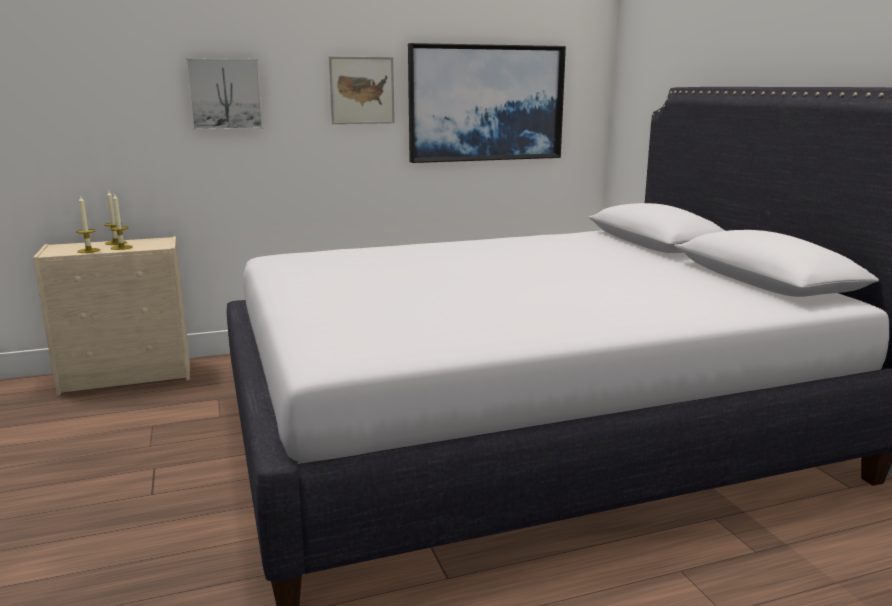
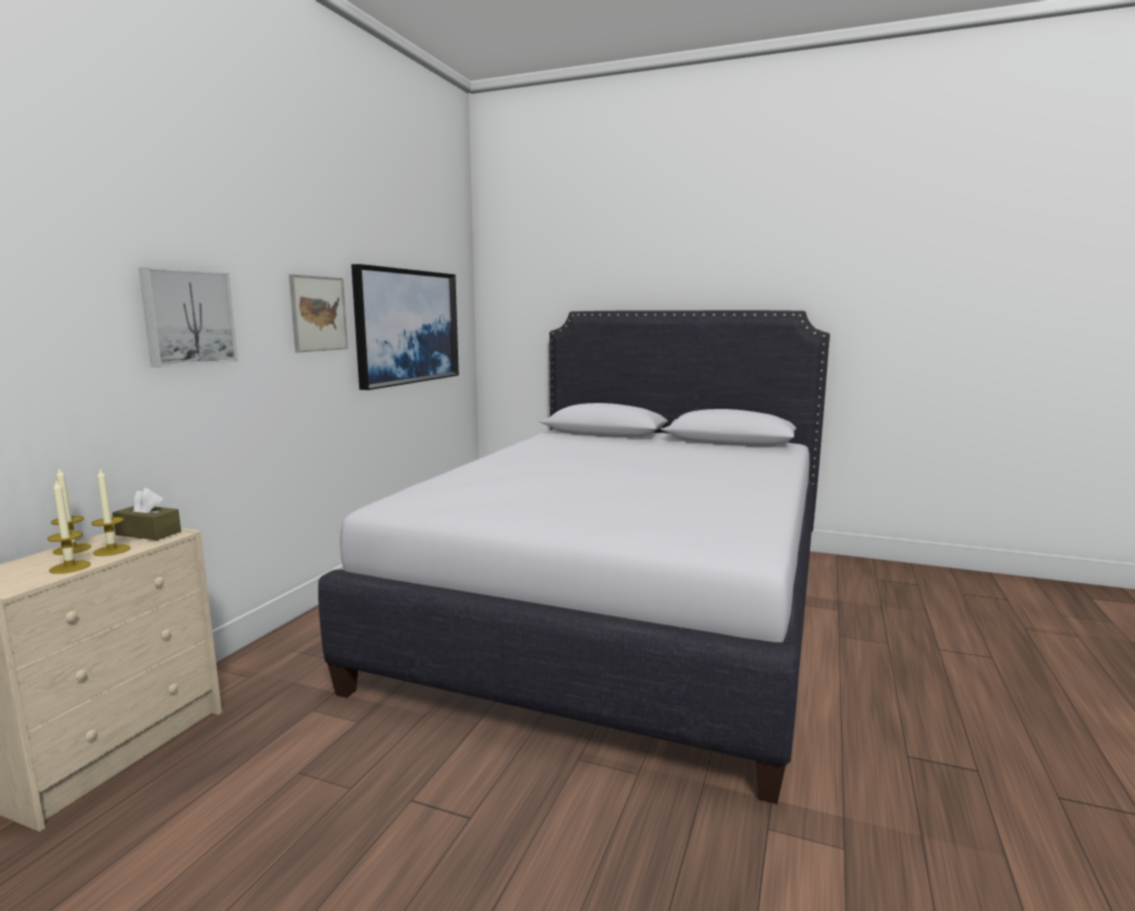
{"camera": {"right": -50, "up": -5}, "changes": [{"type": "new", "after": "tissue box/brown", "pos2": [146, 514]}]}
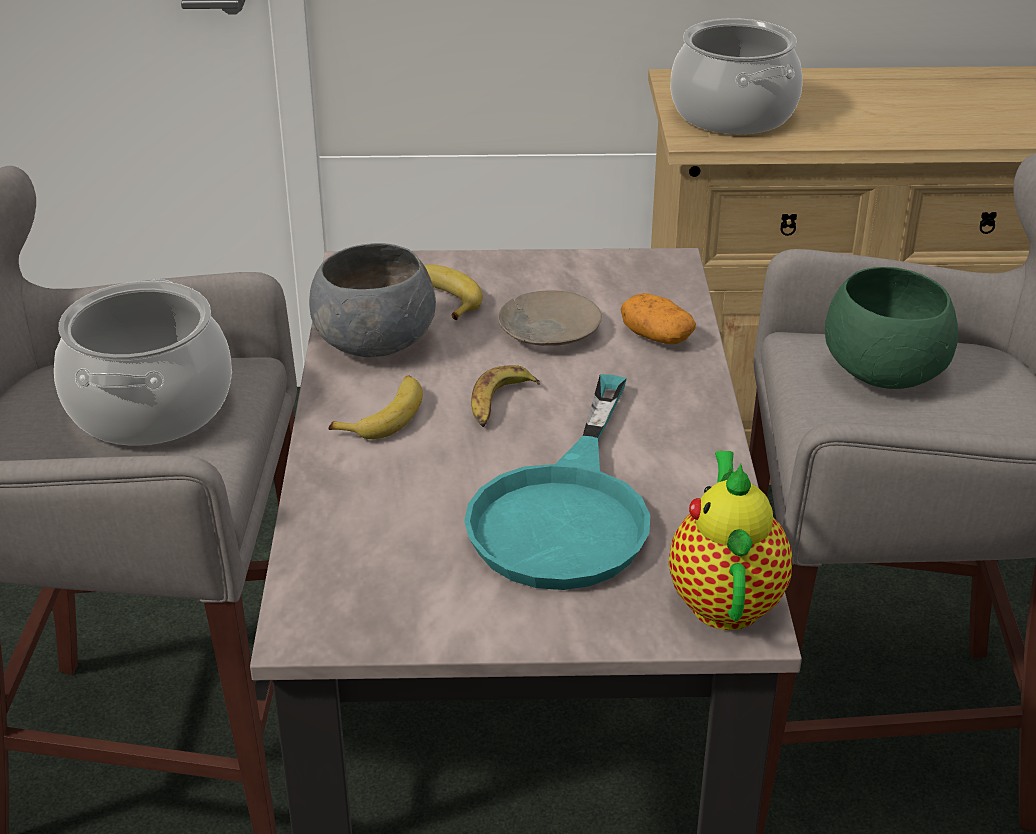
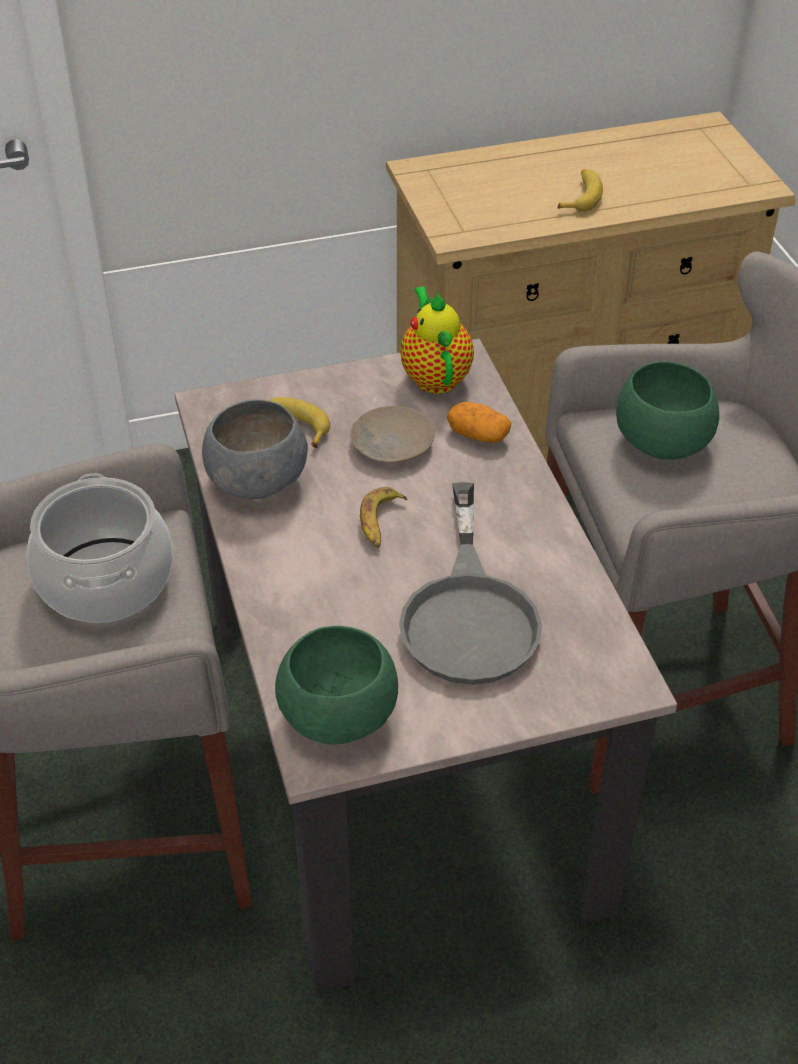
{"camera": {"right": -15, "up": 10}, "changes": [{"type": "gone", "before": "cooking pot", "pos1": [737, 76]}, {"type": "repainted", "before": "frying pan/turquoise", "after": "frying pan/grey", "pos1": [557, 482], "pos2": [470, 583]}, {"type": "shifted", "before": "banana", "pos1": [375, 407], "pos2": [580, 190]}, {"type": "shifted", "before": "teapot", "pos1": [730, 540], "pos2": [437, 340]}, {"type": "new", "after": "bowl/green", "pos2": [336, 685]}]}
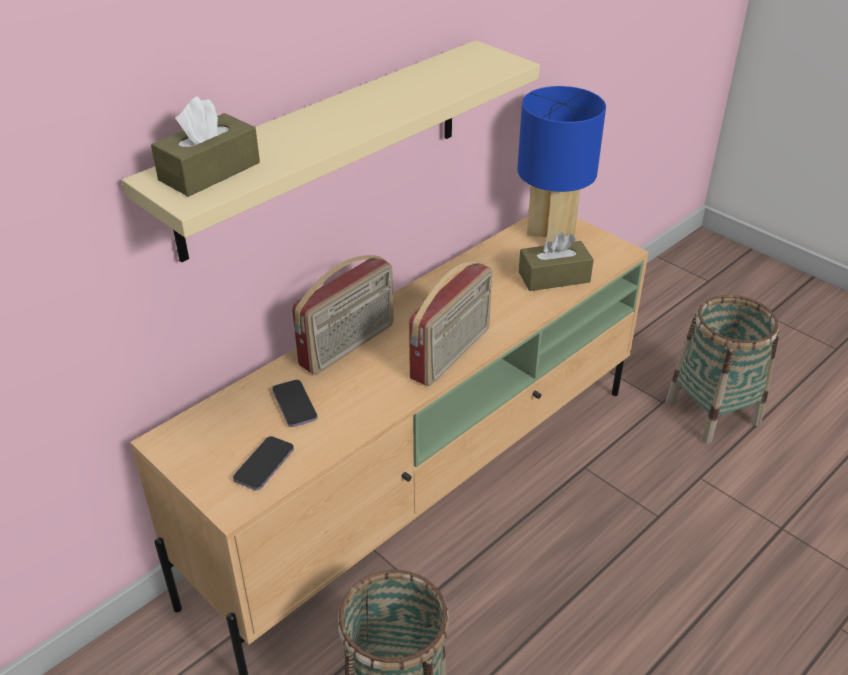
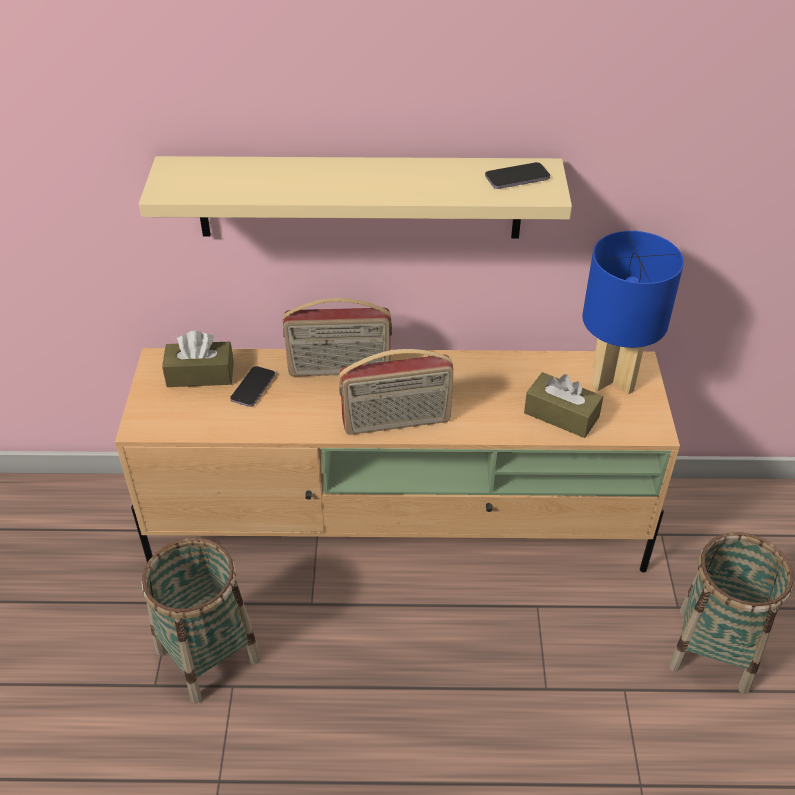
{"camera": {"right": 45, "up": 5}, "changes": [{"type": "shifted", "before": "tissue box/brown", "pos1": [205, 146], "pos2": [198, 359]}, {"type": "shifted", "before": "phone", "pos1": [263, 463], "pos2": [517, 175]}]}
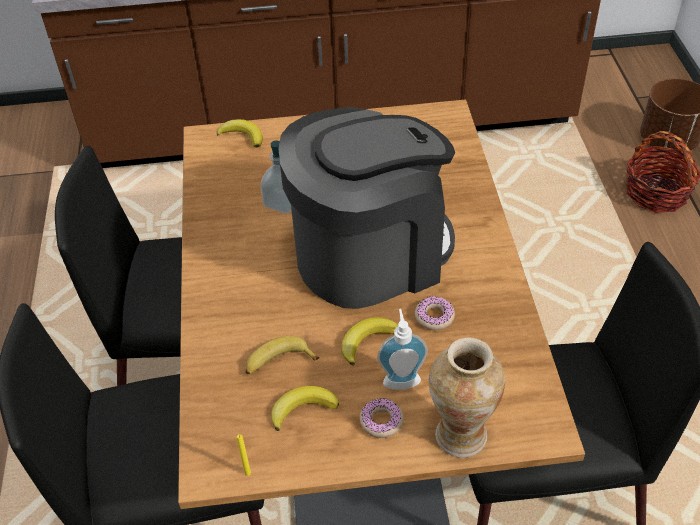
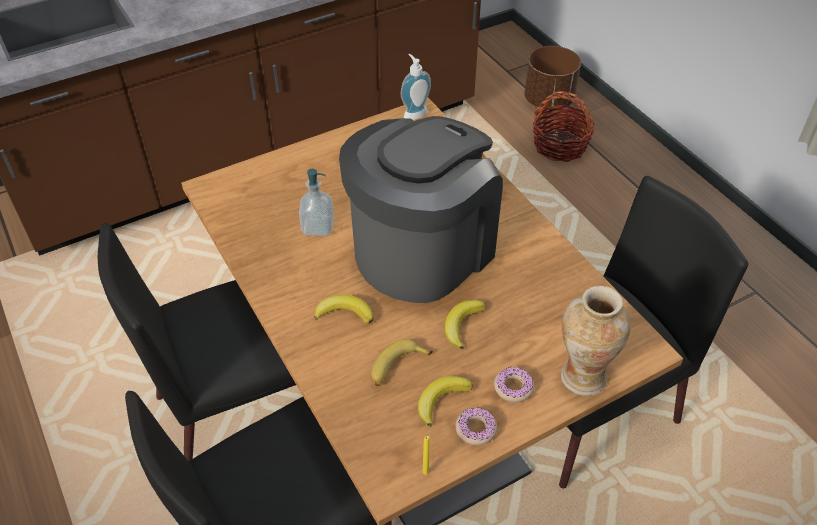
{"camera": {"right": -25, "up": 0}, "changes": [{"type": "shifted", "before": "banana", "pos1": [240, 133], "pos2": [344, 309]}, {"type": "shifted", "before": "donut", "pos1": [435, 313], "pos2": [476, 426]}, {"type": "shifted", "before": "soap dispenser", "pos1": [402, 349], "pos2": [416, 87]}]}
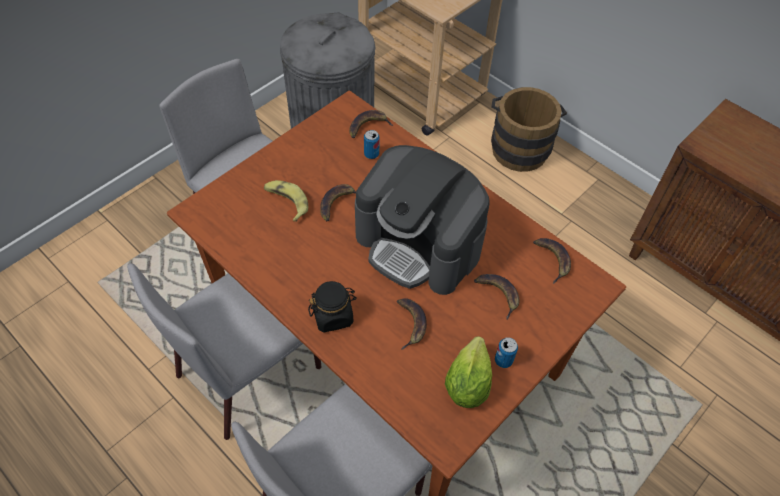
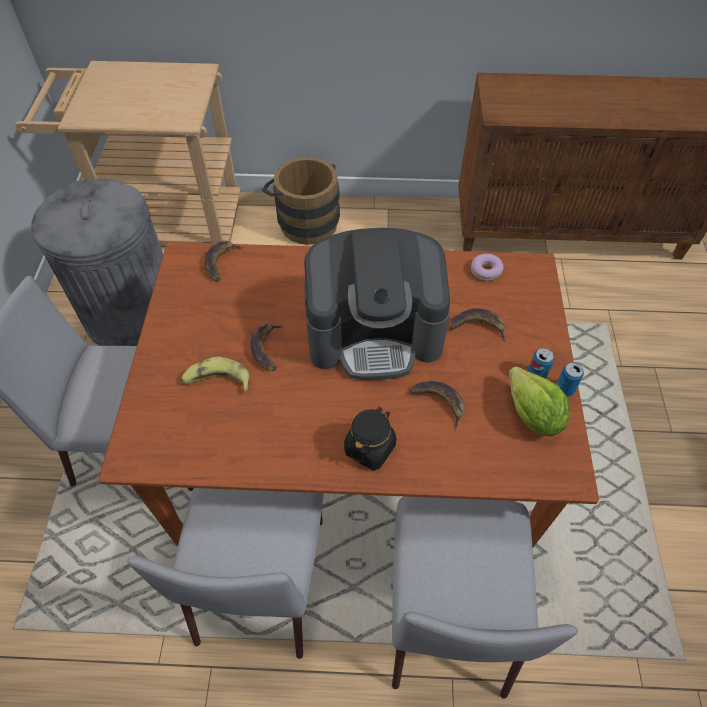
{"camera": {"right": -40, "up": 0}, "changes": [{"type": "shifted", "before": "can", "pos1": [372, 144], "pos2": [570, 379]}, {"type": "swapped", "before": "banana", "after": "donut", "pos1": [552, 261], "pos2": [487, 267]}]}
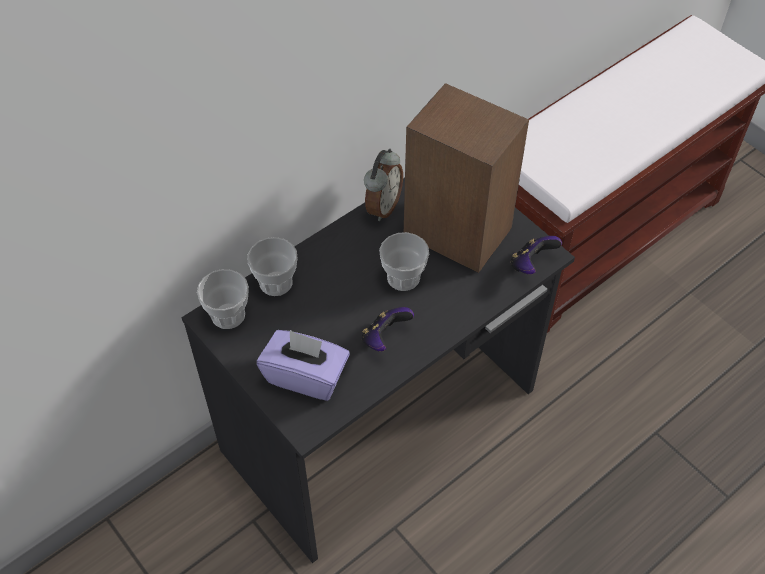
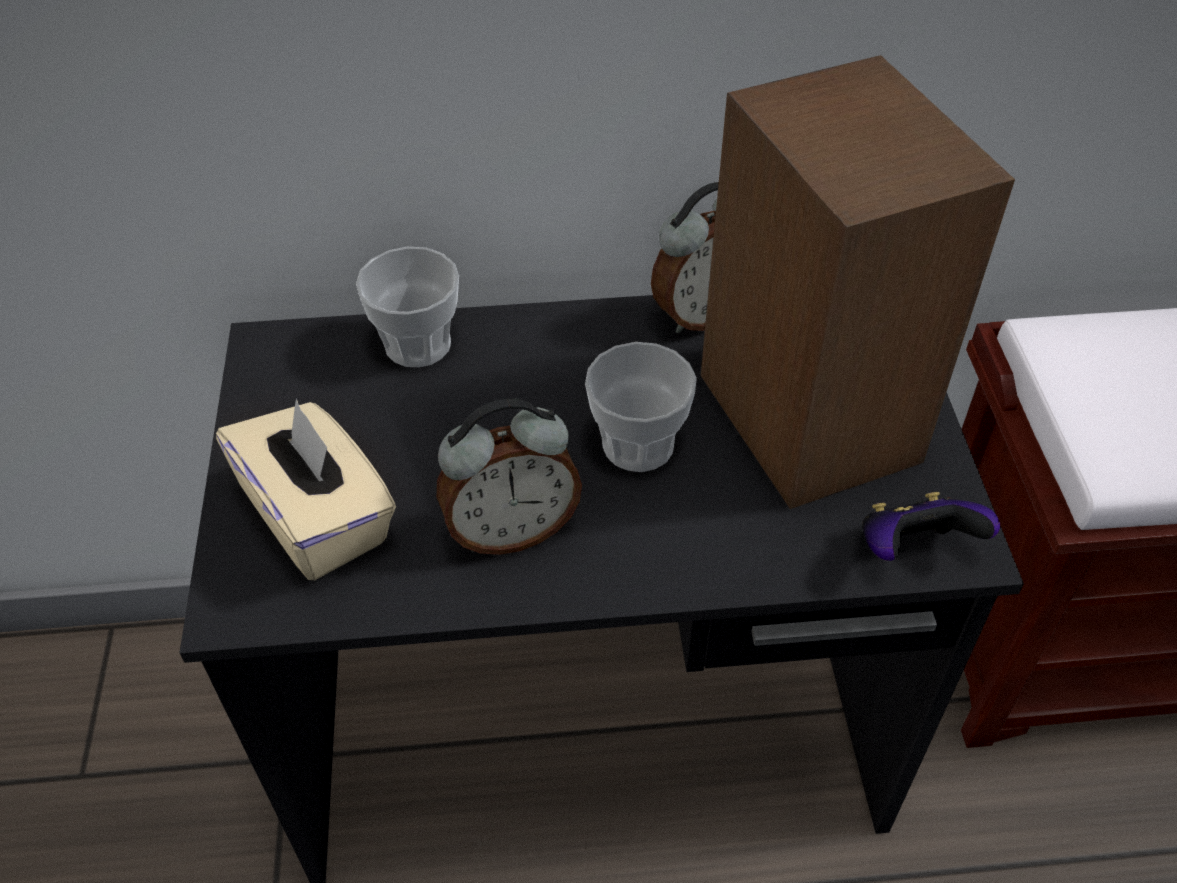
{"camera": {"right": 35, "up": -5}, "changes": [{"type": "gone", "before": "cup", "pos1": [223, 299]}, {"type": "swapped", "before": "game controller", "after": "alarm clock", "pos1": [388, 329], "pos2": [509, 477]}, {"type": "repainted", "before": "tissue box/purple", "after": "tissue box/beige", "pos1": [303, 365], "pos2": [306, 489]}]}
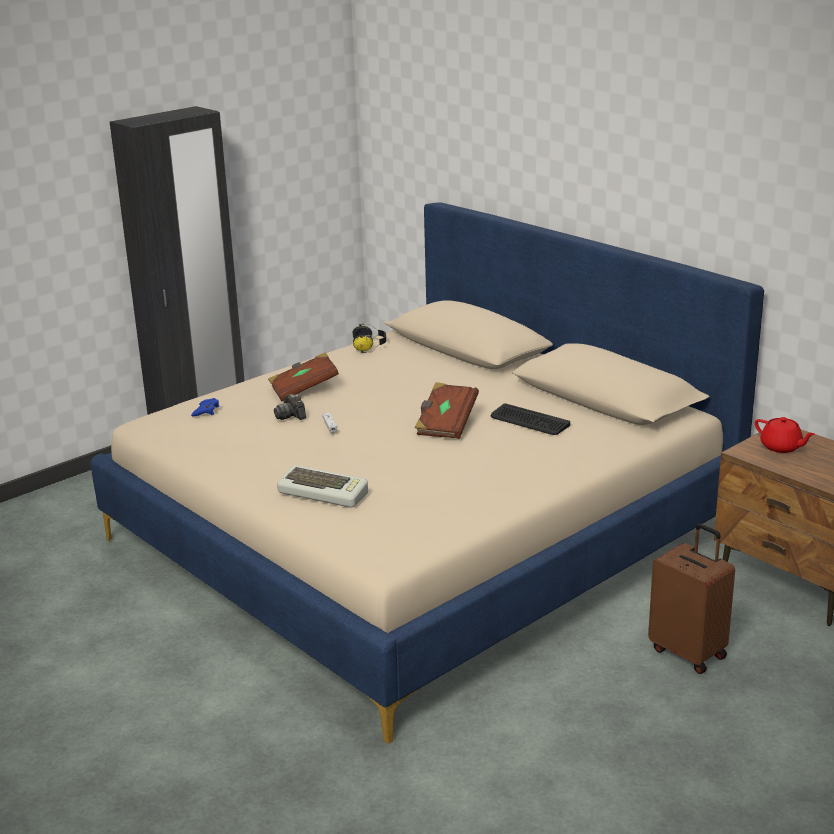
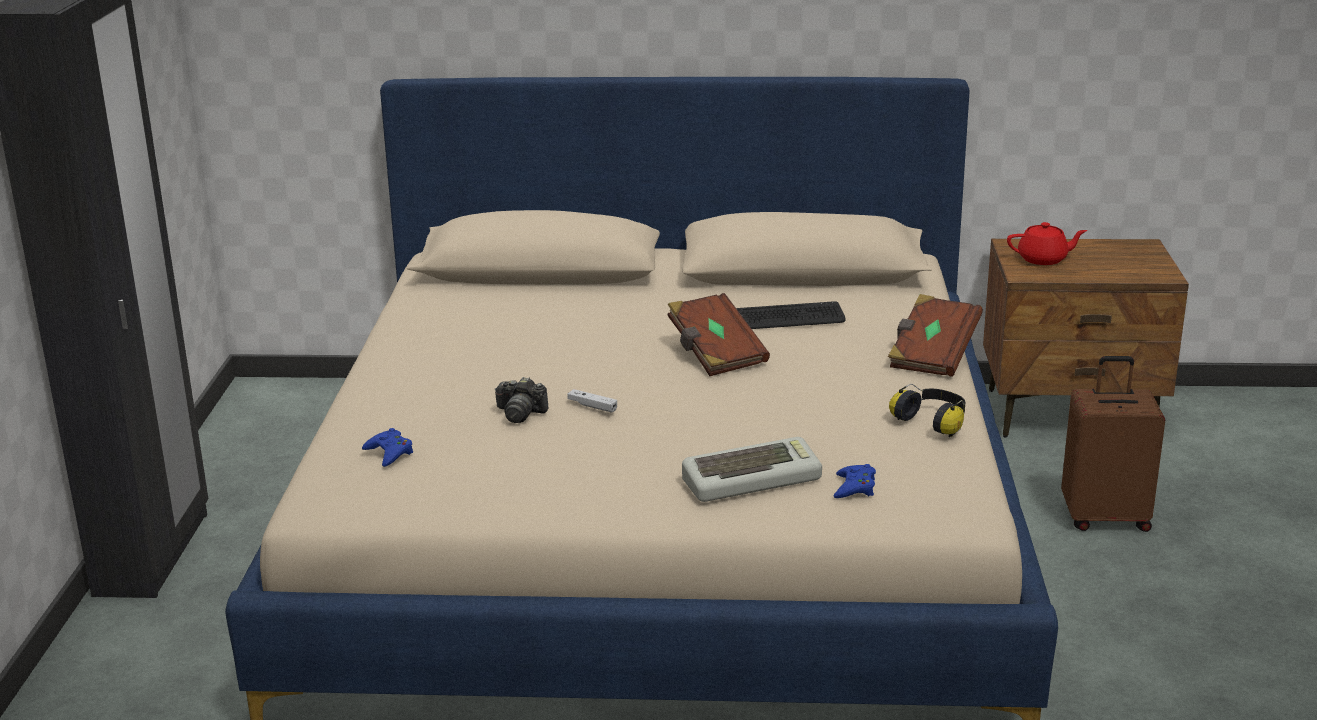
{"camera": {"right": -45, "up": 0}, "changes": [{"type": "shifted", "before": "headphones", "pos1": [369, 338], "pos2": [927, 410]}, {"type": "shifted", "before": "book/brown", "pos1": [303, 376], "pos2": [935, 335]}, {"type": "new", "after": "game controller/blue", "pos2": [854, 481]}]}
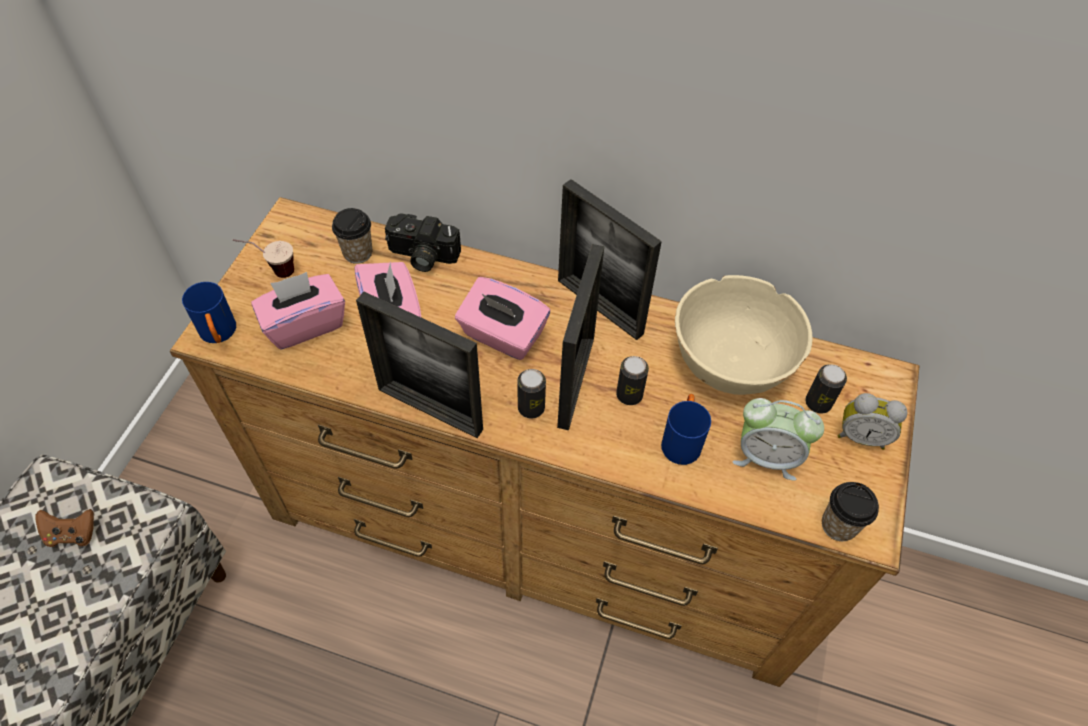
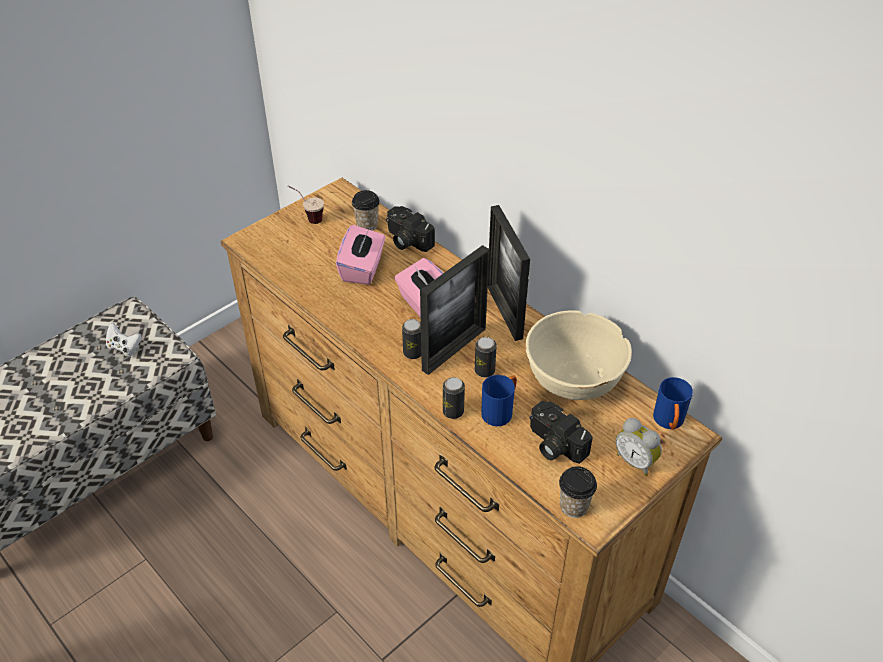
{"camera": {"right": 30, "up": -10}, "changes": [{"type": "gone", "before": "tissue box/pink", "pos1": [298, 311]}, {"type": "shifted", "before": "mug/blue", "pos1": [209, 312], "pos2": [673, 403]}, {"type": "gone", "before": "picture frame", "pos1": [419, 365]}, {"type": "shifted", "before": "can", "pos1": [826, 388], "pos2": [454, 398]}, {"type": "swapped", "before": "alarm clock", "after": "photo camera", "pos1": [778, 439], "pos2": [561, 432]}, {"type": "repainted", "before": "game controller/brown", "after": "game controller/white", "pos1": [64, 528], "pos2": [124, 339]}]}
